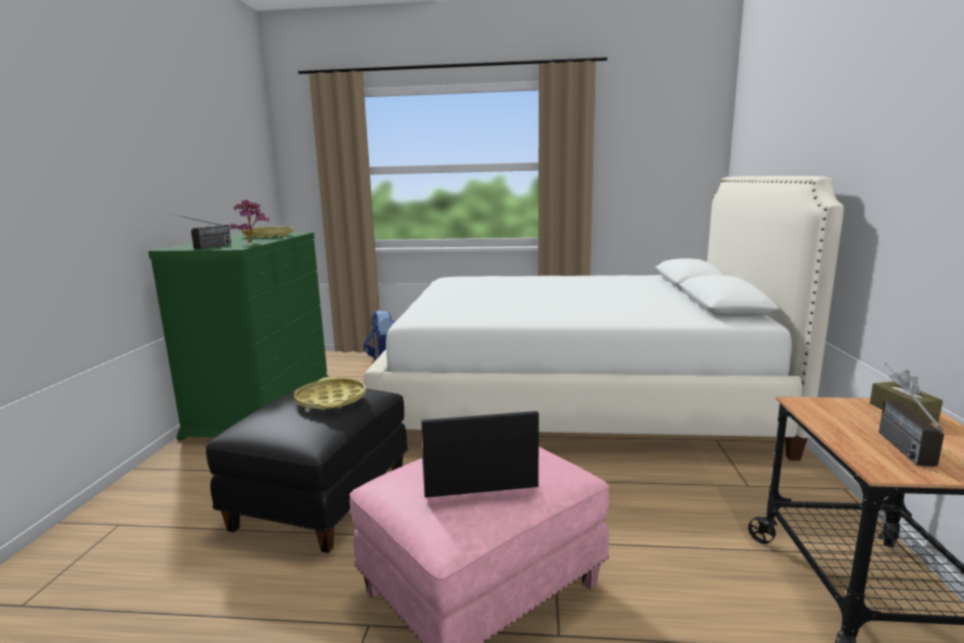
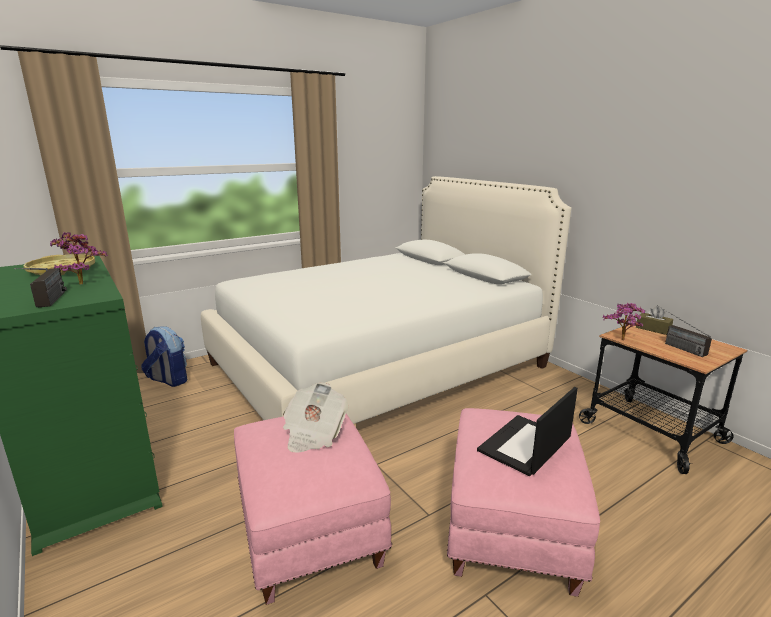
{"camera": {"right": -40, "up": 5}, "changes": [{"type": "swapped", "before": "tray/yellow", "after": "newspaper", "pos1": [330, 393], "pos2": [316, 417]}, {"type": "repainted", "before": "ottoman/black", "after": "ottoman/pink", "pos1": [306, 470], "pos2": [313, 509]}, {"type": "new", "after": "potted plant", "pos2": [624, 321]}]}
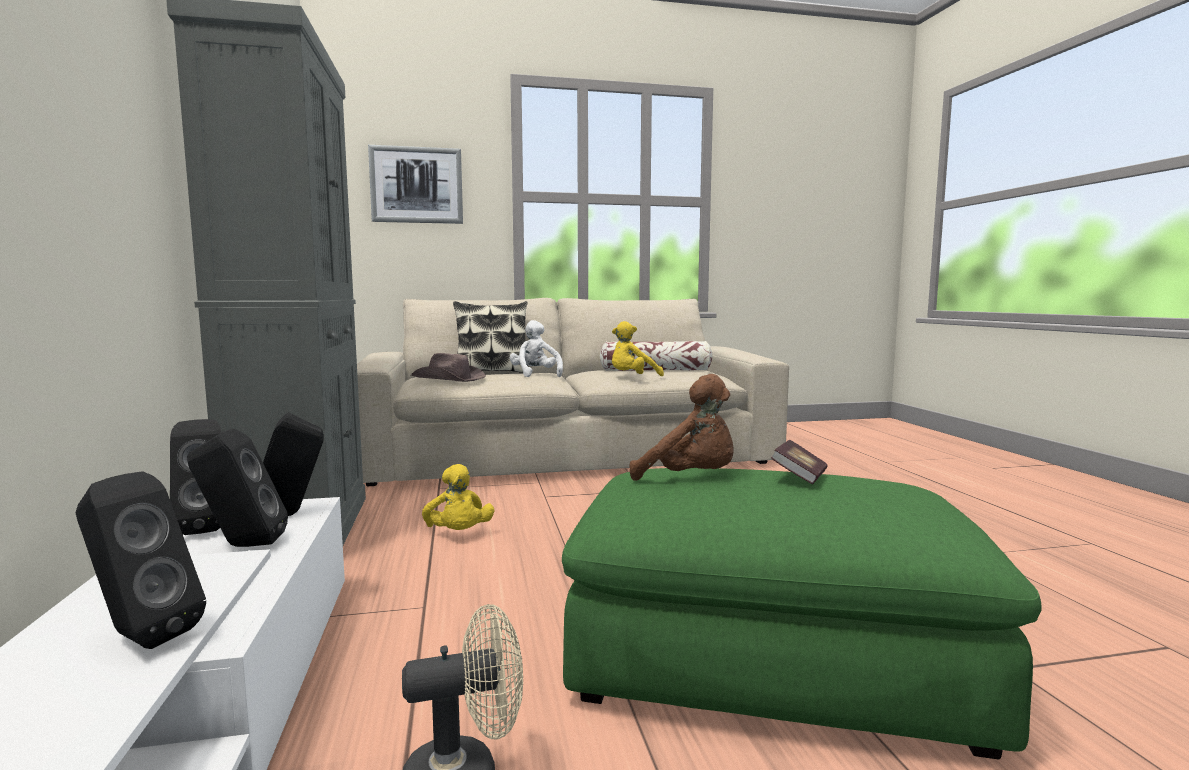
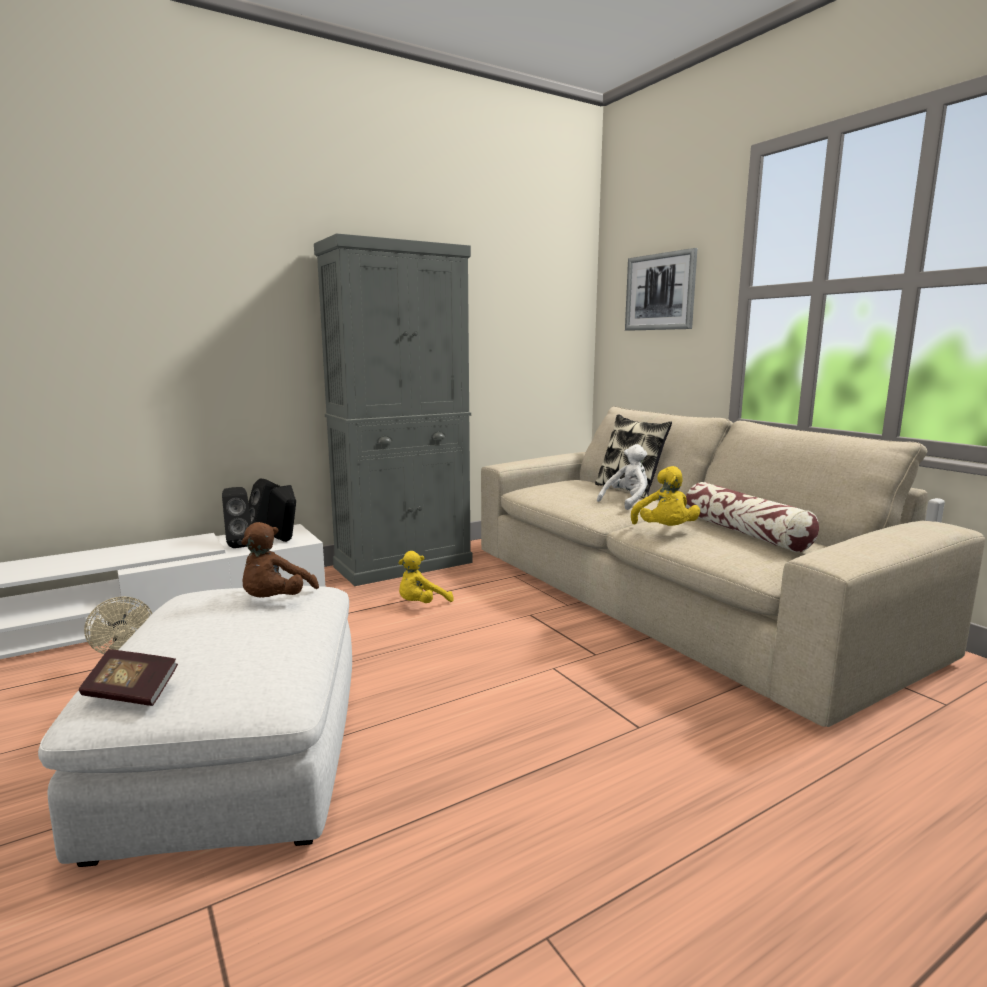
{"camera": {"right": 70, "up": 5}, "changes": [{"type": "rotated", "before": "plush toy/yellow", "pos1": [638, 348], "pos2": [665, 496], "turn": -135}, {"type": "gone", "before": "hat/brown", "pos1": [448, 367]}, {"type": "shifted", "before": "book", "pos1": [799, 462], "pos2": [128, 677]}, {"type": "repainted", "before": "ottoman/green", "after": "ottoman/white", "pos1": [802, 613], "pos2": [195, 726]}, {"type": "gone", "before": "speaker/black", "pos1": [141, 560]}]}
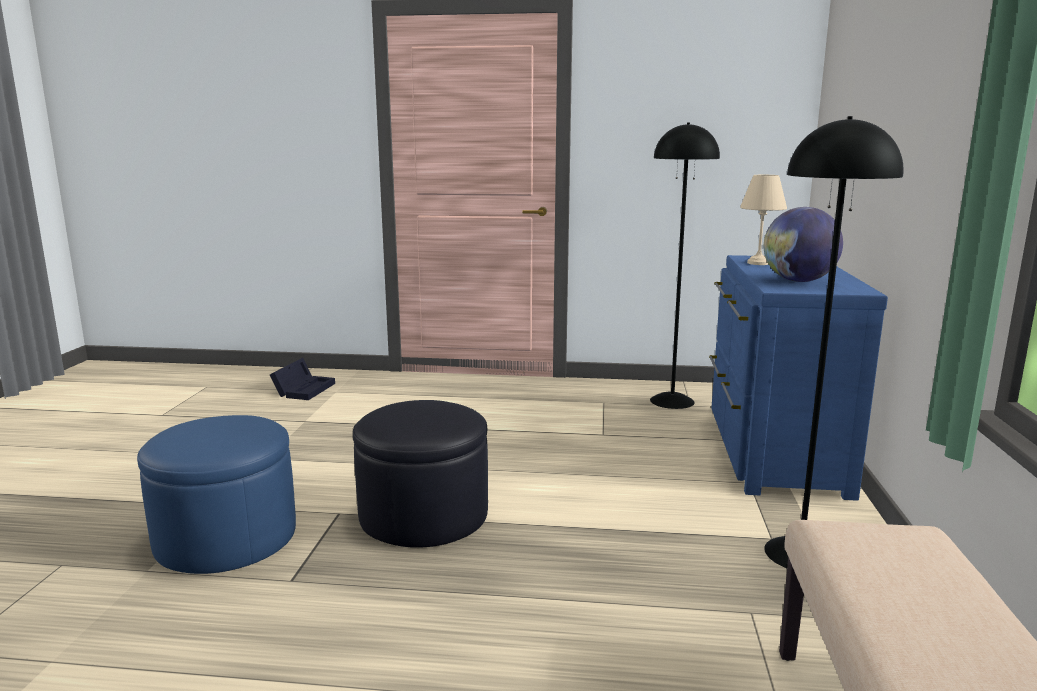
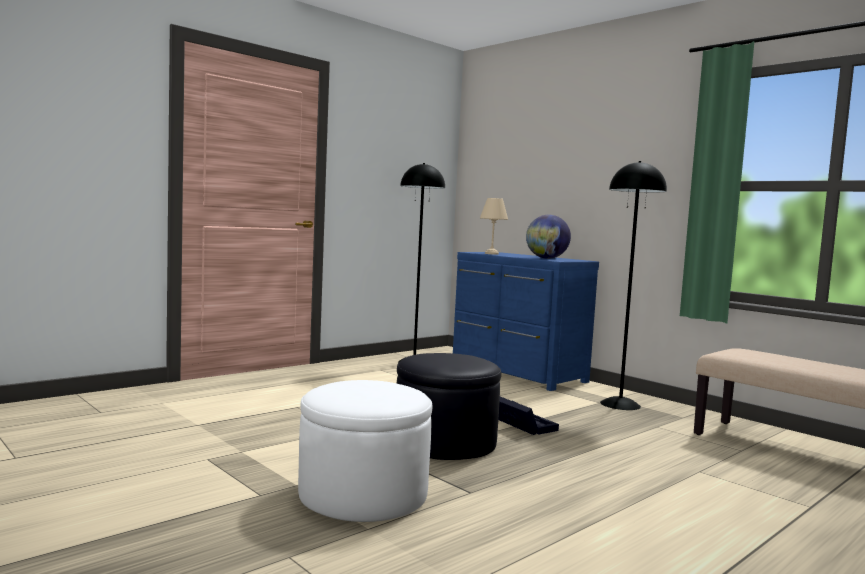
{"camera": {"right": -50, "up": -10}, "changes": [{"type": "shifted", "before": "storage box/black", "pos1": [302, 379], "pos2": [528, 416]}, {"type": "repainted", "before": "ottoman/blue", "after": "ottoman/white", "pos1": [216, 494], "pos2": [365, 451]}]}
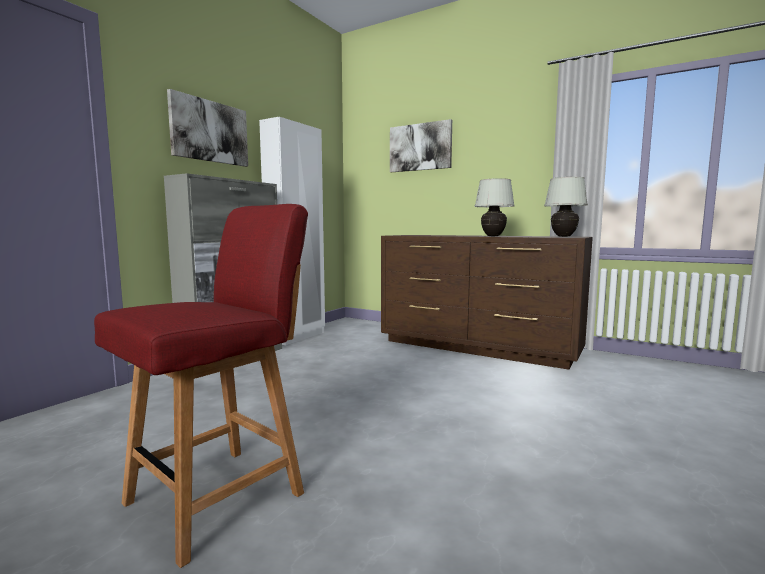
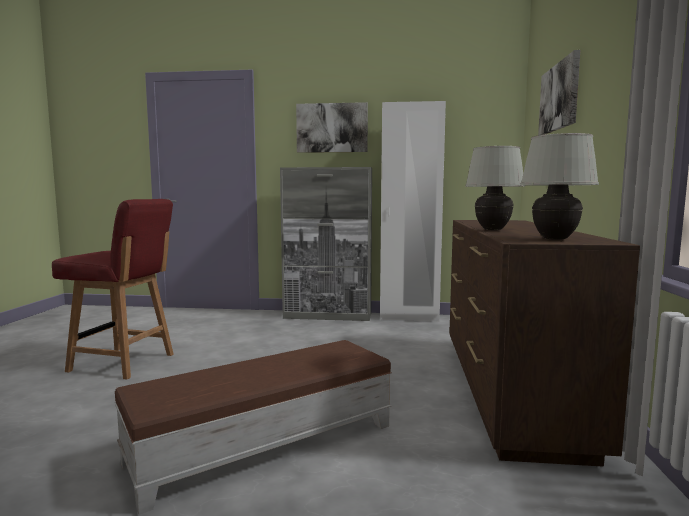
{"camera": {"right": 65, "up": 0}, "changes": [{"type": "new", "after": "ottoman/brown", "pos2": [253, 427]}]}
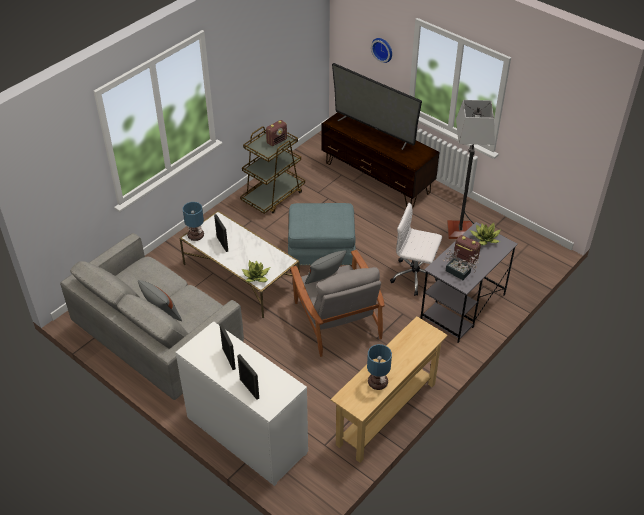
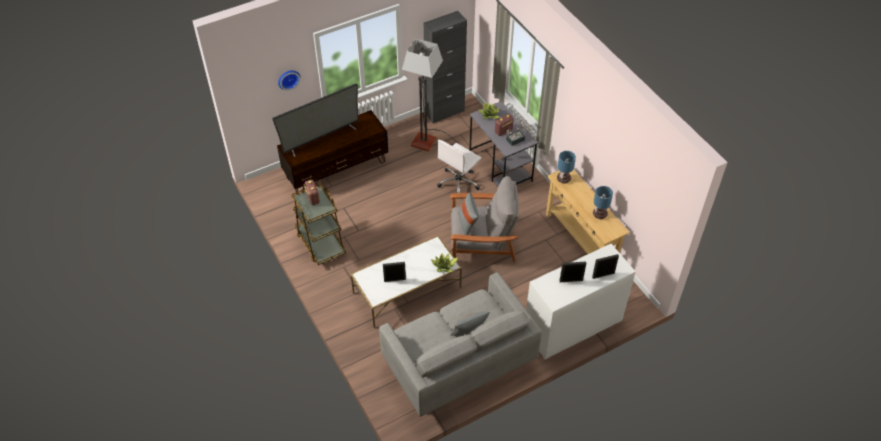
{"camera": {"right": -70, "up": 5}, "changes": [{"type": "shifted", "before": "table lamp", "pos1": [193, 221], "pos2": [566, 167]}, {"type": "gone", "before": "ottoman/blue", "pos1": [322, 237]}, {"type": "new", "after": "cabinet/black", "pos2": [445, 67]}]}
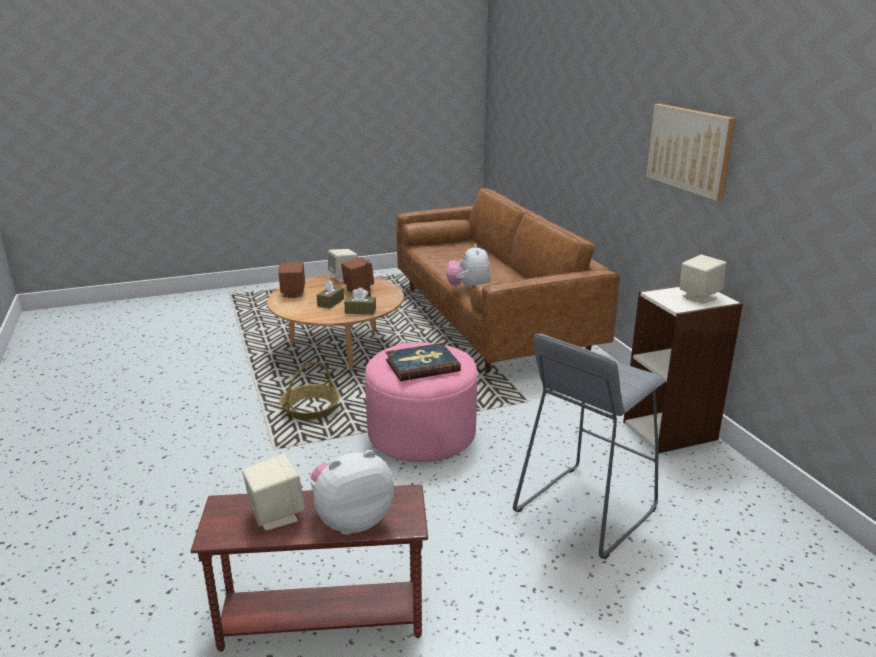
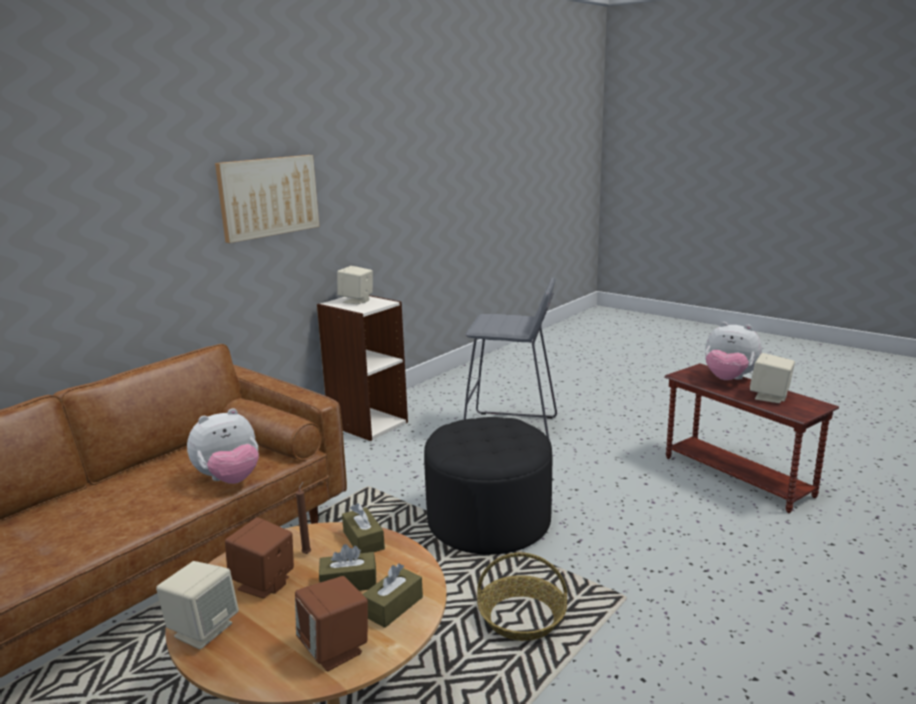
{"camera": {"right": -120, "up": -5}, "changes": [{"type": "repainted", "before": "ottoman/pink", "after": "ottoman/black", "pos1": [421, 402], "pos2": [488, 486]}, {"type": "gone", "before": "book", "pos1": [423, 362]}, {"type": "new", "after": "tissue box/brown", "pos2": [393, 595]}]}
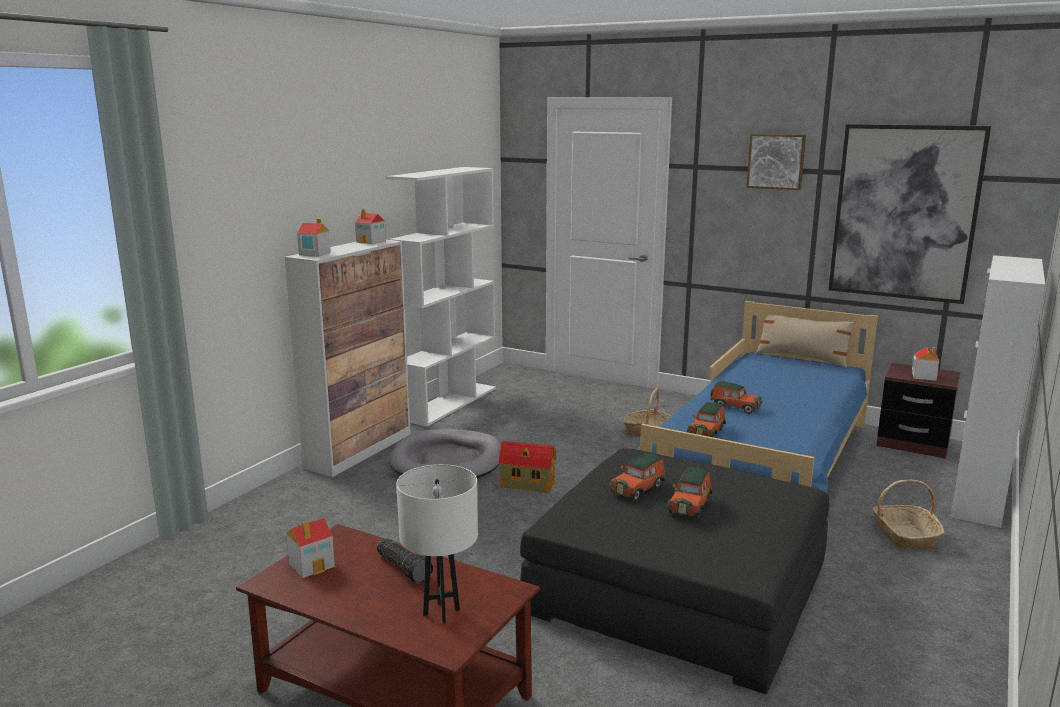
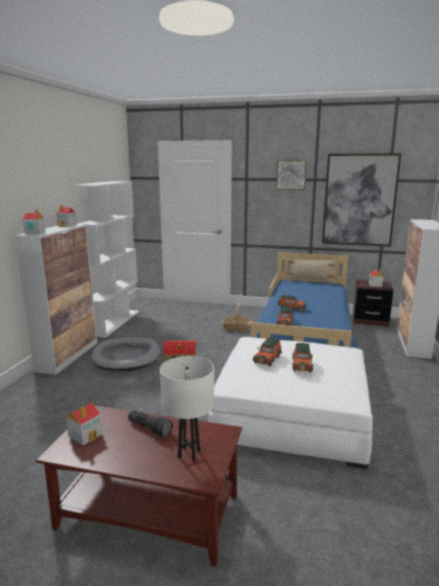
{"camera": {"right": -15, "up": 0}, "changes": [{"type": "repainted", "before": "ottoman/black", "after": "ottoman/white", "pos1": [674, 571], "pos2": [290, 403]}, {"type": "gone", "before": "basket", "pos1": [908, 514]}]}
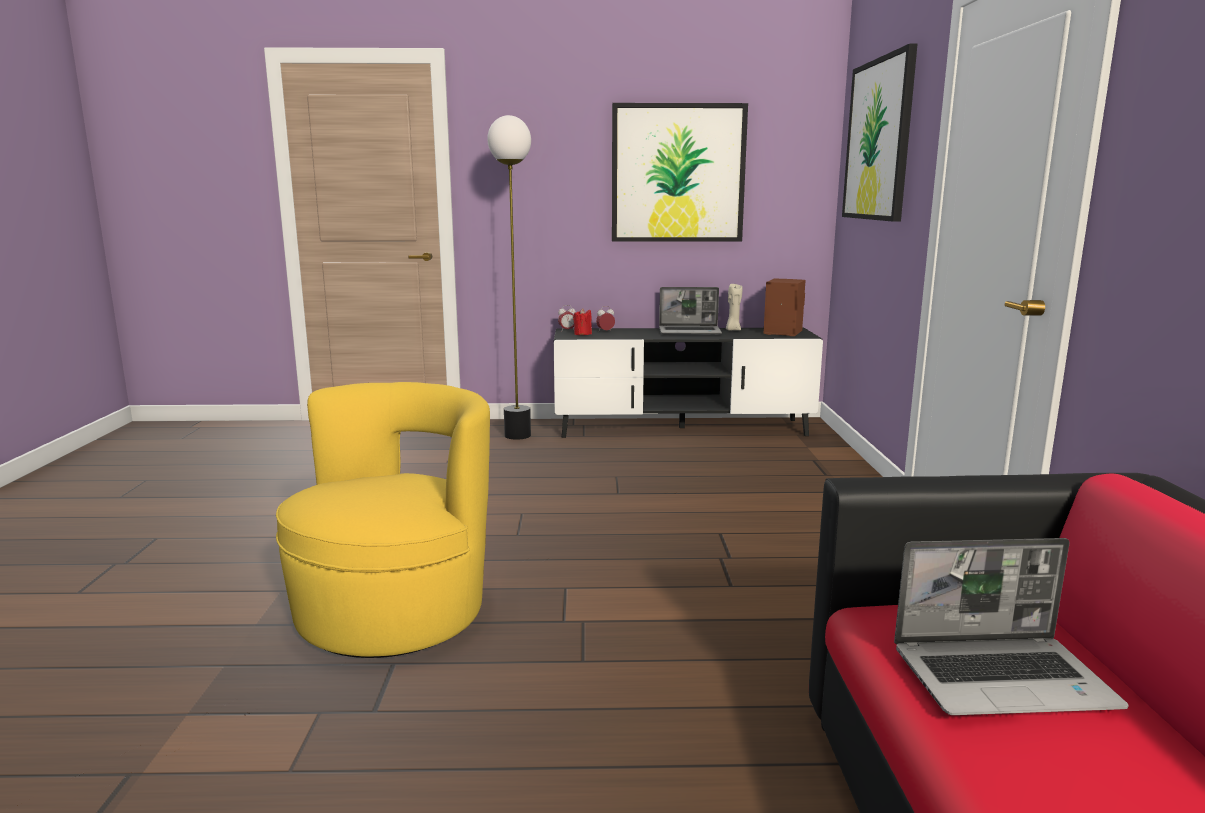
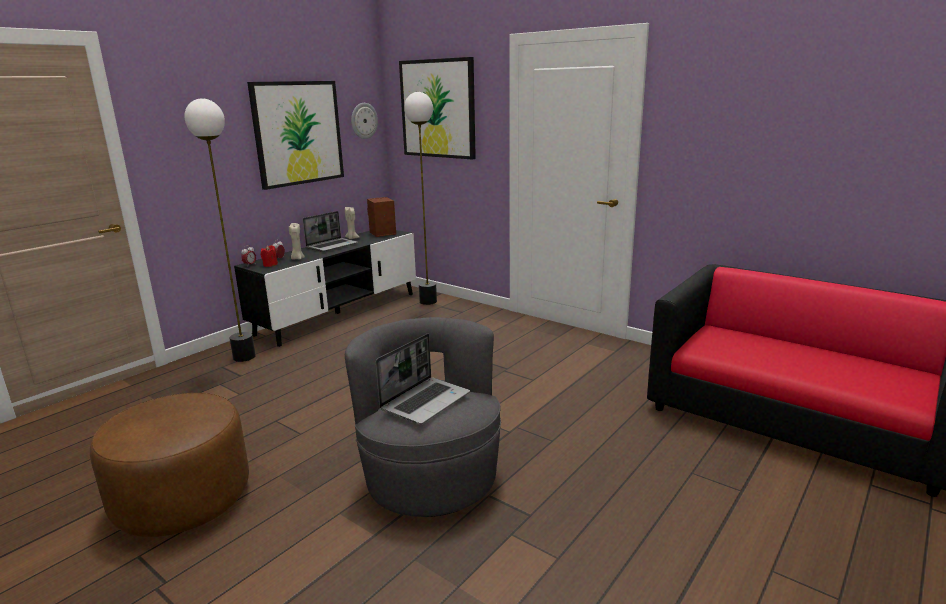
{"camera": {"right": -50, "up": 5}, "changes": [{"type": "repainted", "before": "armchair/yellow", "after": "armchair/grey", "pos1": [383, 520], "pos2": [423, 417]}, {"type": "shifted", "before": "laptop", "pos1": [1011, 626], "pos2": [423, 378]}, {"type": "new", "after": "floor lamp", "pos2": [420, 198]}, {"type": "new", "after": "wall clock", "pos2": [364, 121]}, {"type": "new", "after": "candle/beige", "pos2": [297, 241]}, {"type": "new", "after": "ottoman/brown", "pos2": [169, 465]}]}
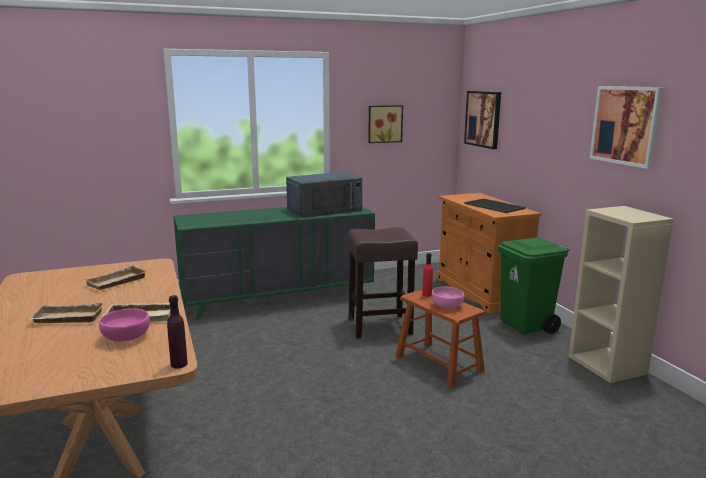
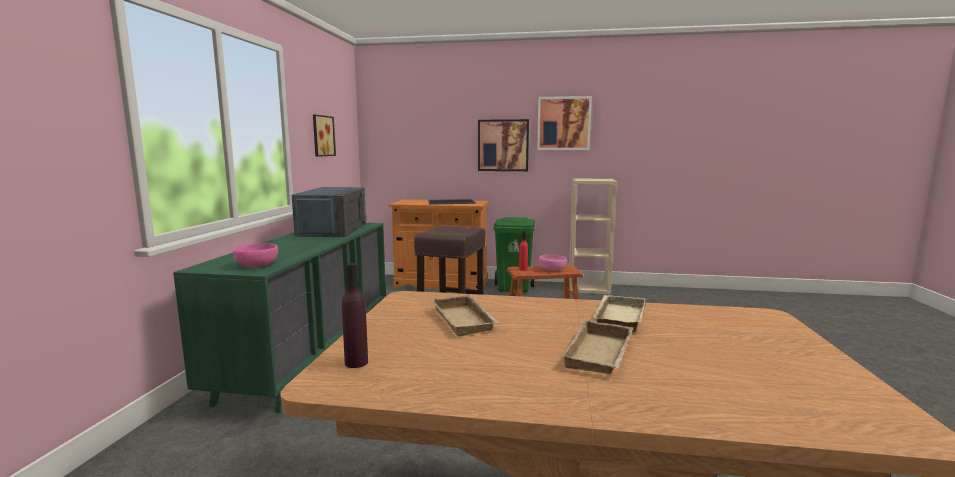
{"camera": {"right": -60, "up": -5}, "changes": [{"type": "shifted", "before": "picture", "pos1": [482, 120], "pos2": [503, 145]}, {"type": "shifted", "before": "bottle/purple", "pos1": [177, 331], "pos2": [355, 315]}, {"type": "shifted", "before": "bowl/pink", "pos1": [124, 325], "pos2": [255, 255]}]}
